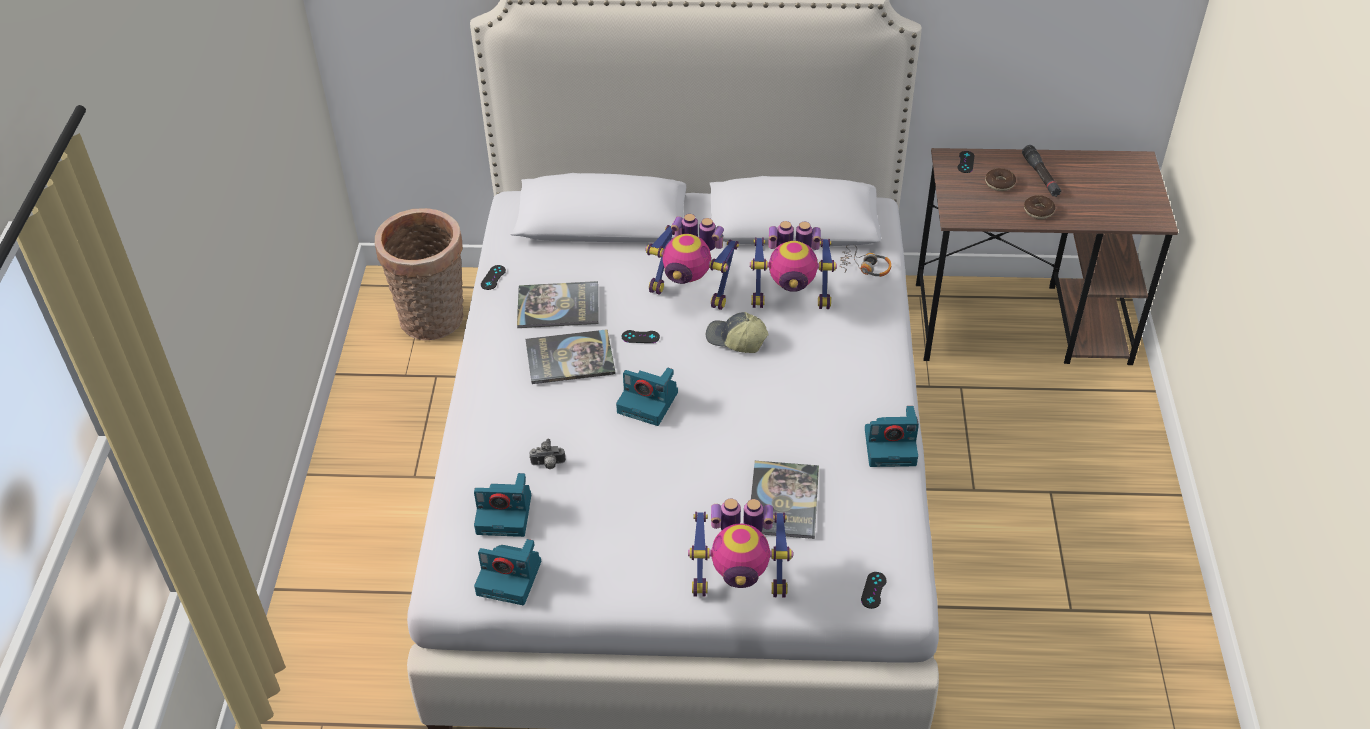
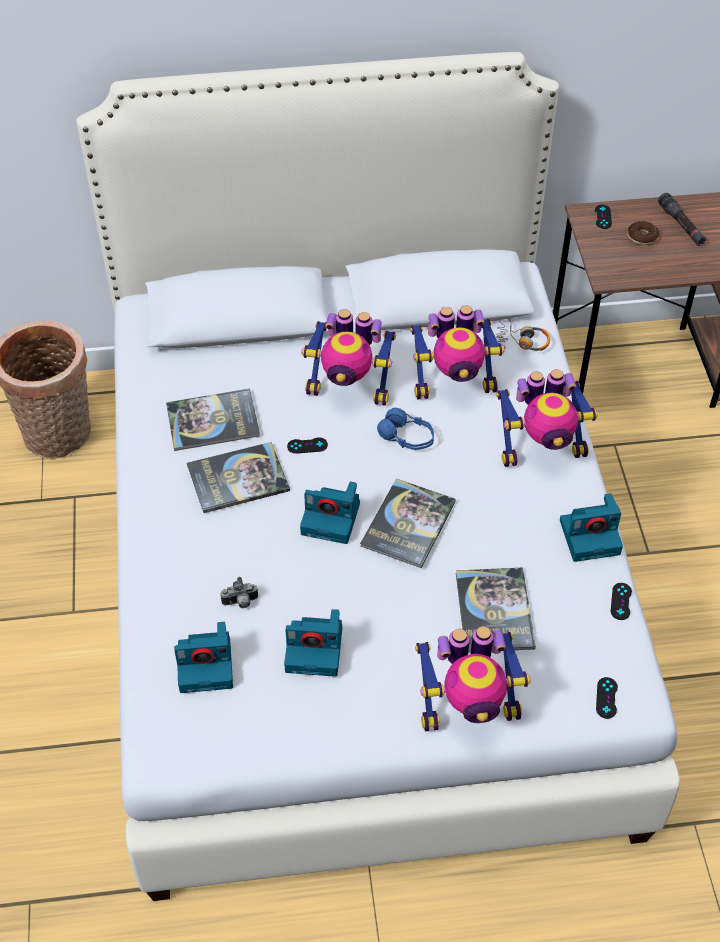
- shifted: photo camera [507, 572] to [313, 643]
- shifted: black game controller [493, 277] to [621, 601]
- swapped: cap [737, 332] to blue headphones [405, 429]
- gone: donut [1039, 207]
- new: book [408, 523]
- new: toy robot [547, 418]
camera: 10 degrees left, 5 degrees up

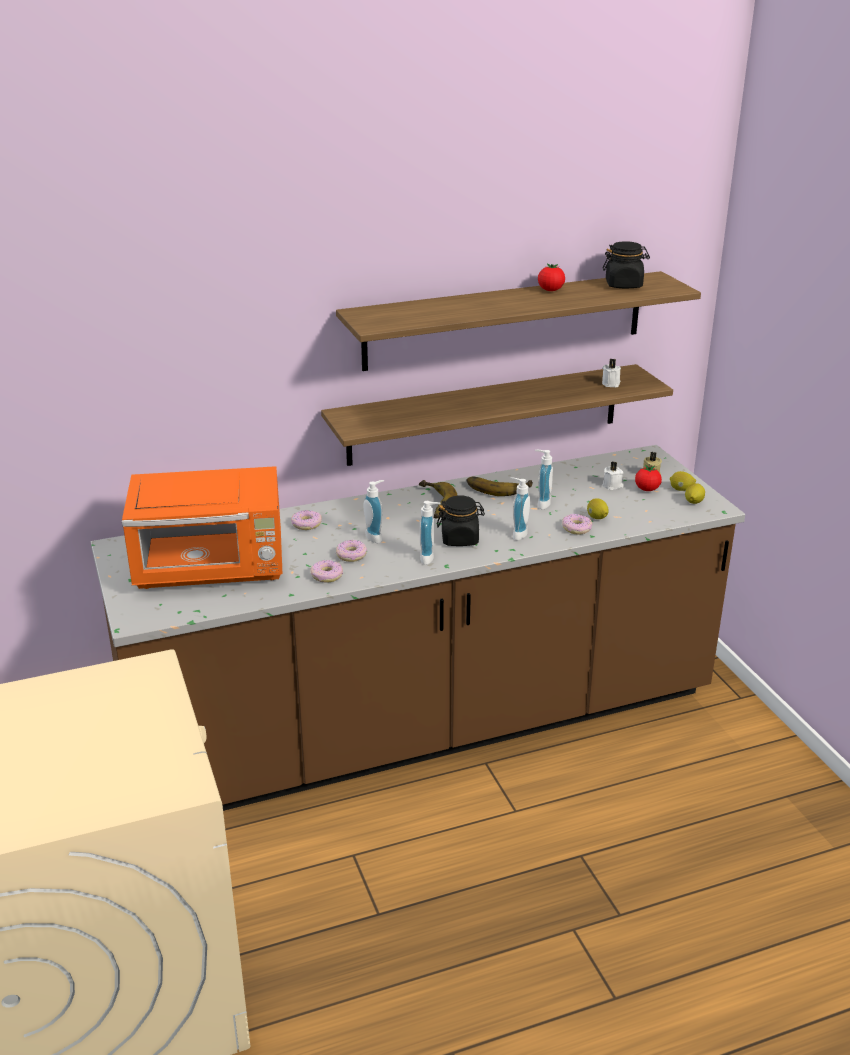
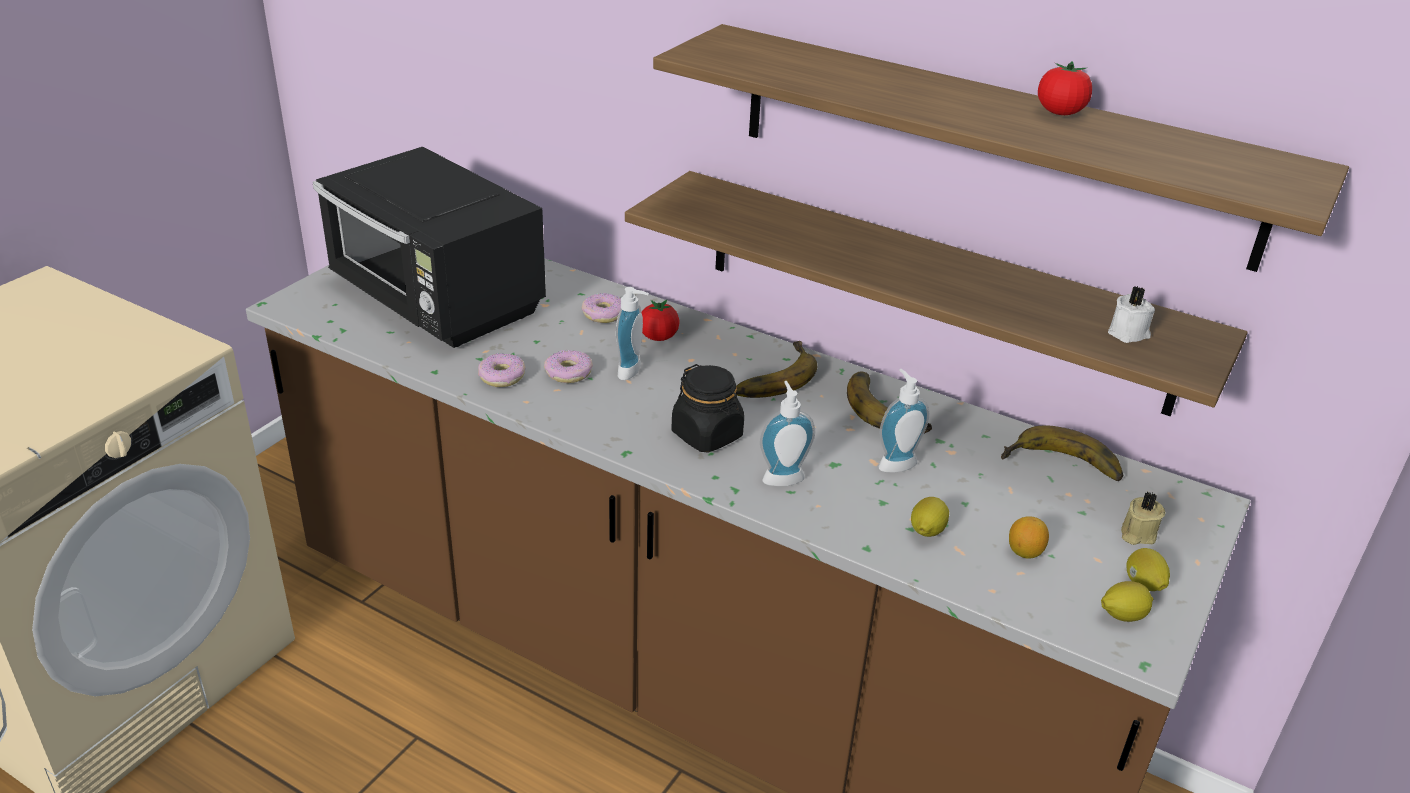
- repainted: orange microwave [202, 527] to black microwave [429, 247]
- gone: soap dispenser [430, 533]
- gone: donut [577, 524]
- gone: white candle [613, 476]
- gone: black jar [626, 265]
- shifted: tomato [648, 477] to [661, 320]
- new: banana [1062, 453]
- new: lemon [1029, 537]
camera: 50 degrees right, 5 degrees up

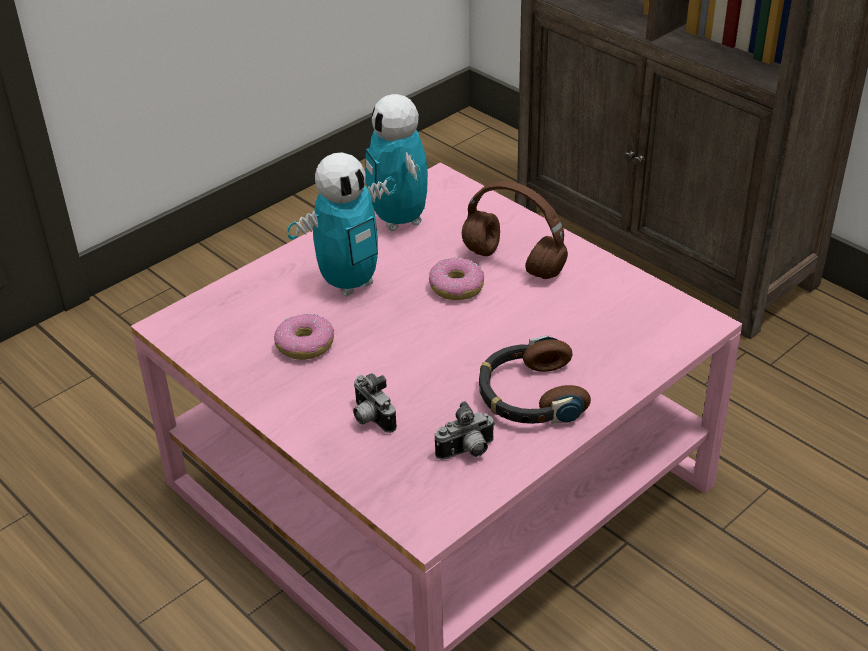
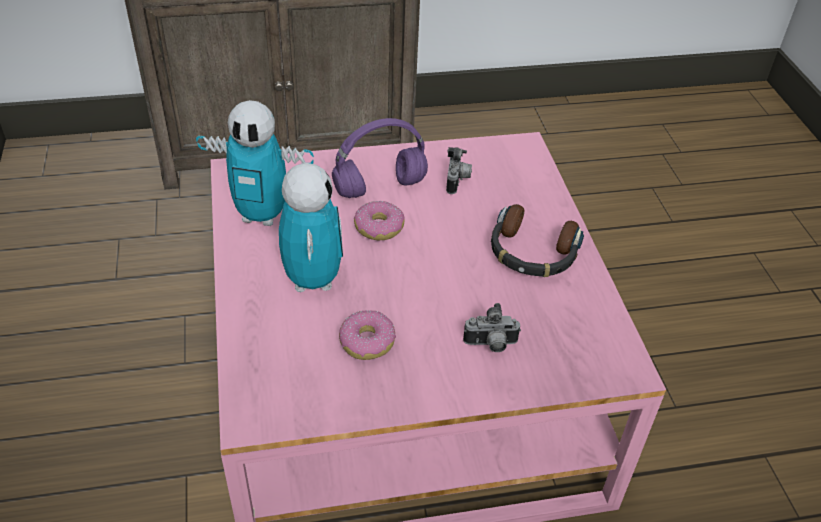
- shifted: photo camera [465, 430] to [459, 170]
- repainted: brown headphones [515, 230] to purple headphones [380, 158]
camera: 60 degrees left, 5 degrees up

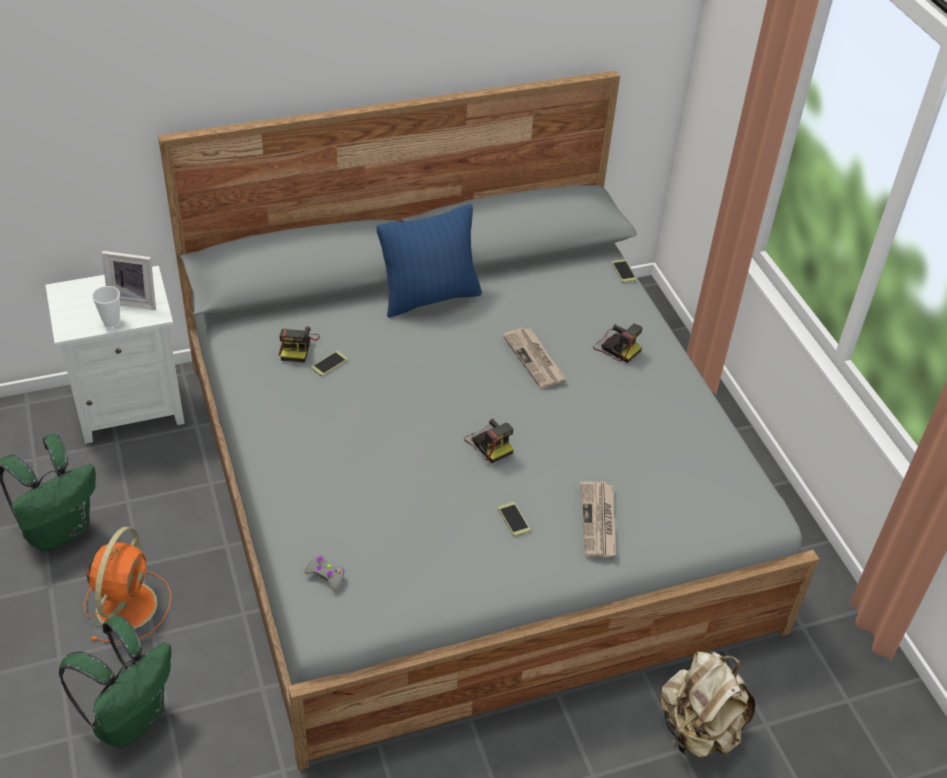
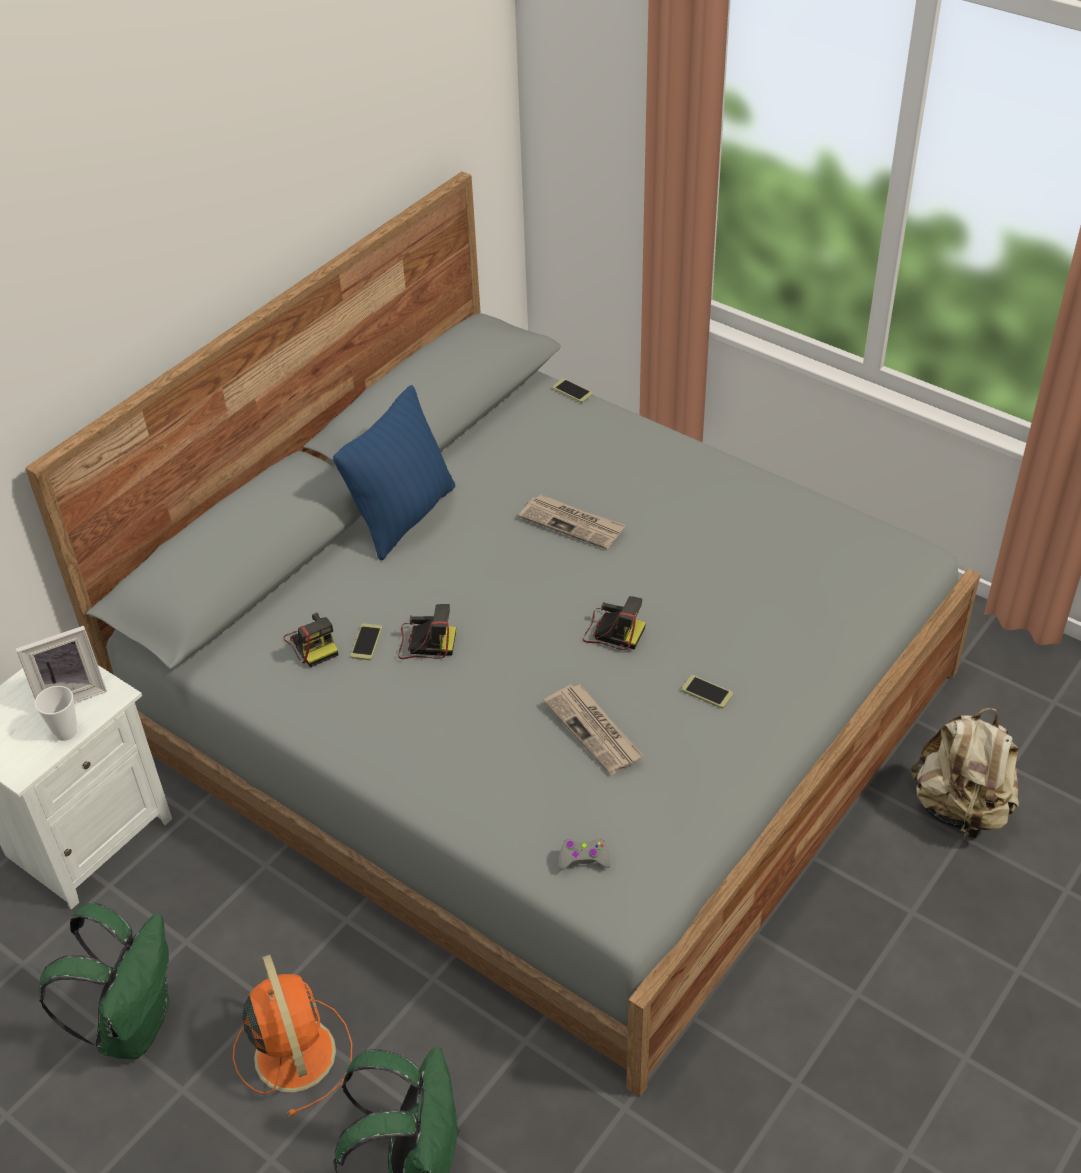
- shifted: newspaper [598, 519] to [593, 729]
- shifted: photo camera [618, 343] to [427, 631]
camera: 30 degrees left, 0 degrees up

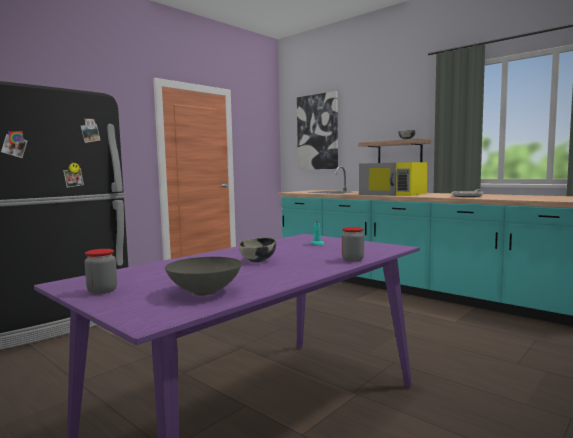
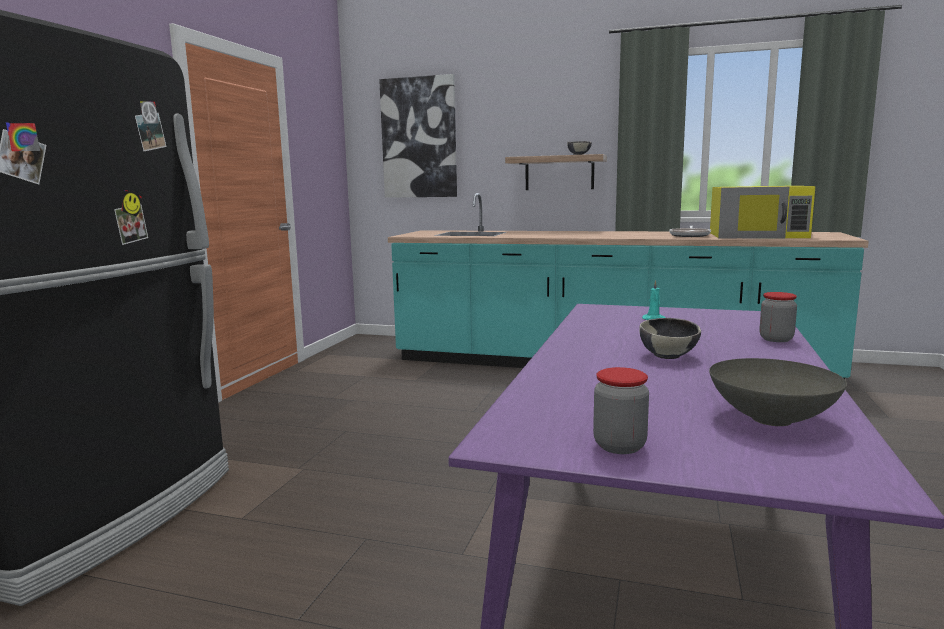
- shifted: yellow microwave [393, 179] to [763, 212]
camera: 25 degrees left, 5 degrees up

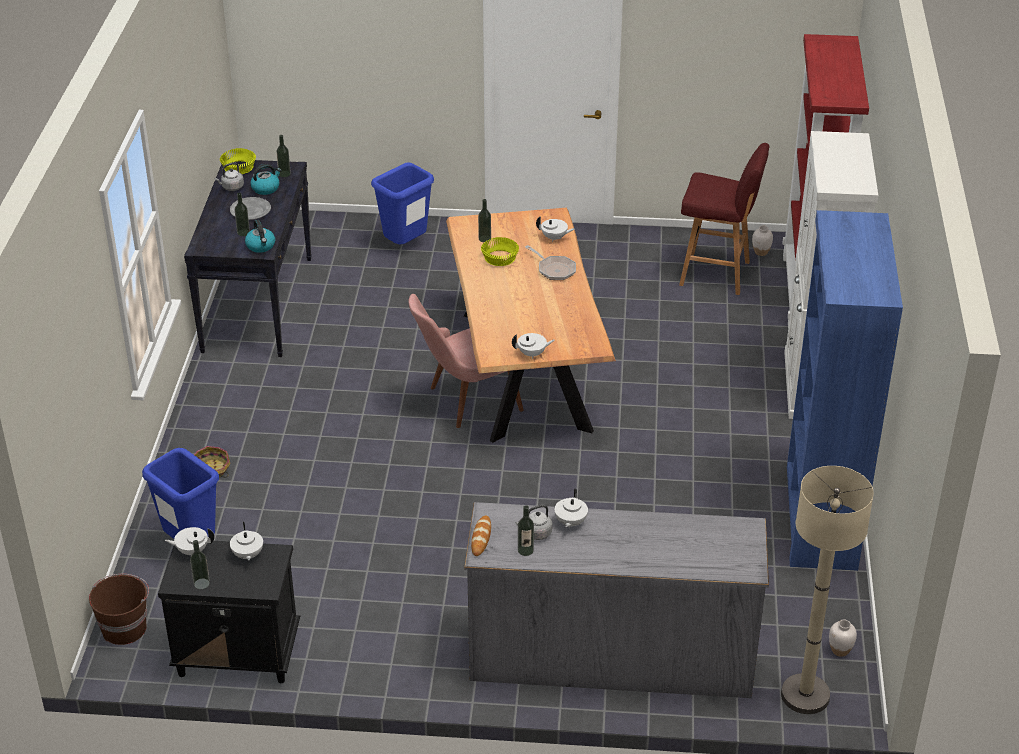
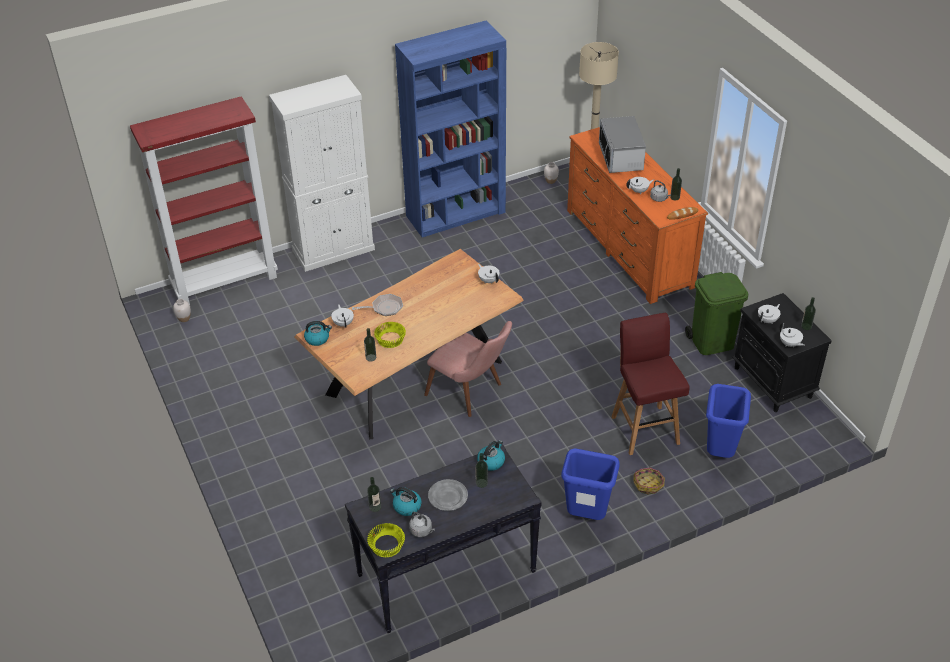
- gone: brown bucket [119, 609]
- shifted: blue trash can [402, 203] to [590, 484]
- repainted: grey dresser [616, 600] to orange dresser [637, 215]
- rotated: frying pan [550, 262] = [377, 305] 60 degrees clockwise
- shifted: red stool [724, 219] to [650, 384]
- new: kettle [318, 333]
- new: microwave [622, 144]
- new: green trash can [716, 313]
camera: 120 degrees left, 5 degrees up

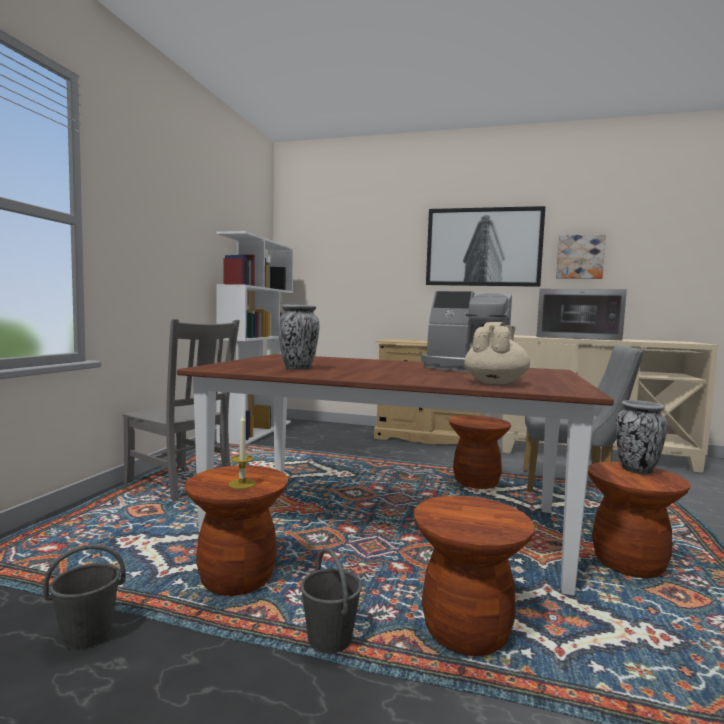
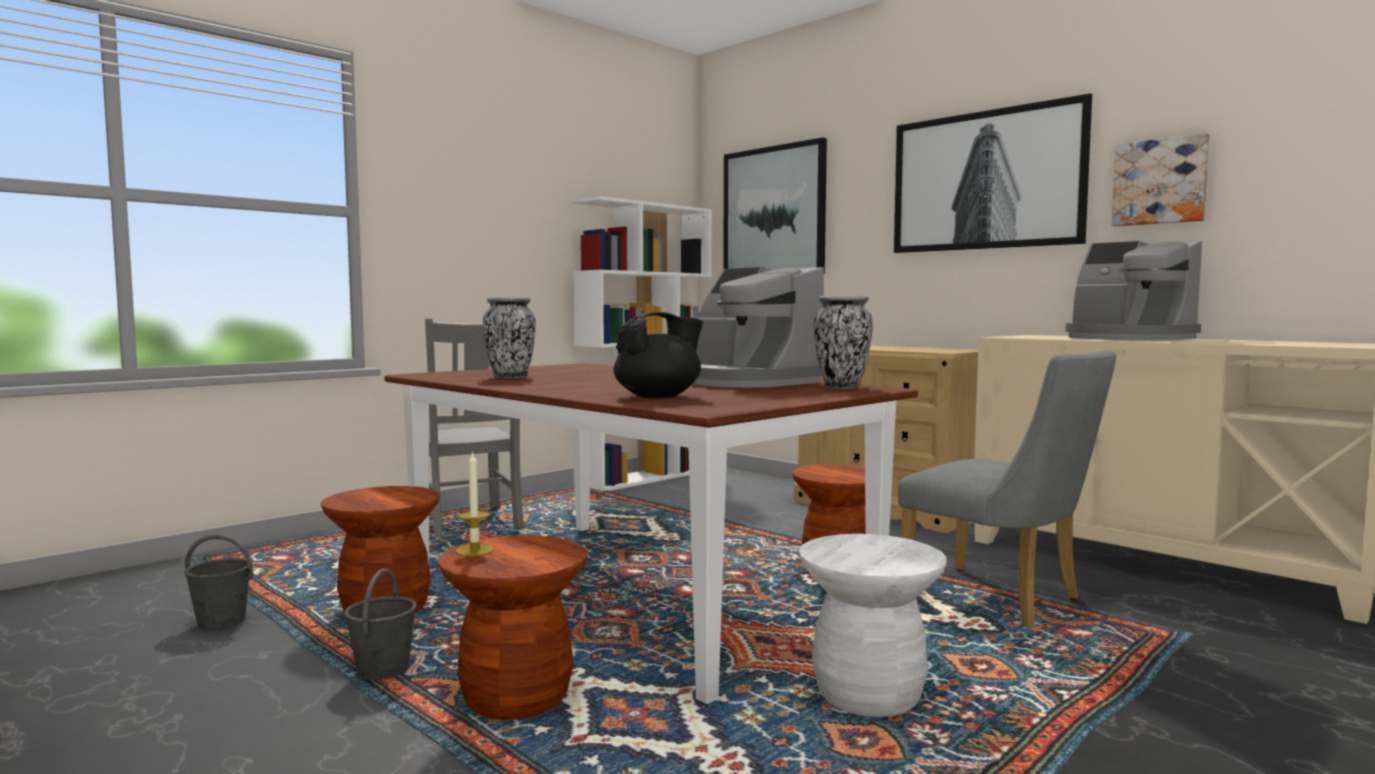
- shifted: candle [242, 451] to [475, 503]
- repainted: beige teapot [497, 353] to black teapot [658, 355]
- swapped: microwave [582, 315] to coffee machine [1133, 290]
- repainted: brown stool [639, 520] to white stool [873, 625]
- shifted: vase [641, 437] to [843, 342]
- new: picture [775, 205]
camera: 30 degrees right, 0 degrees up

